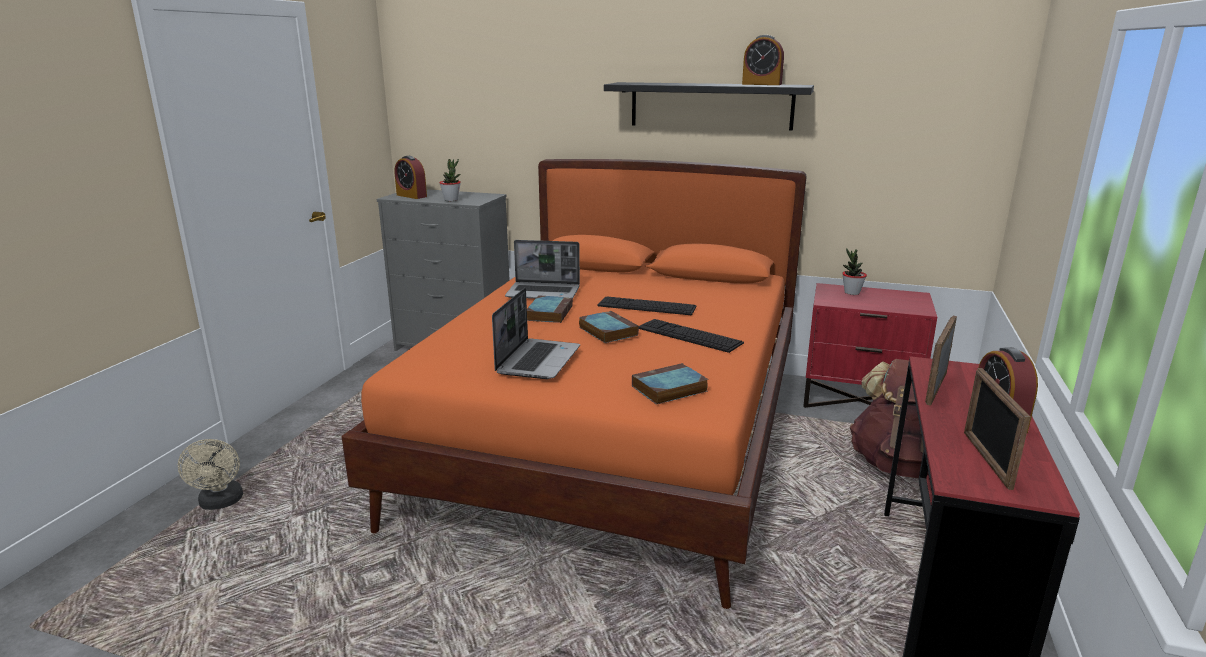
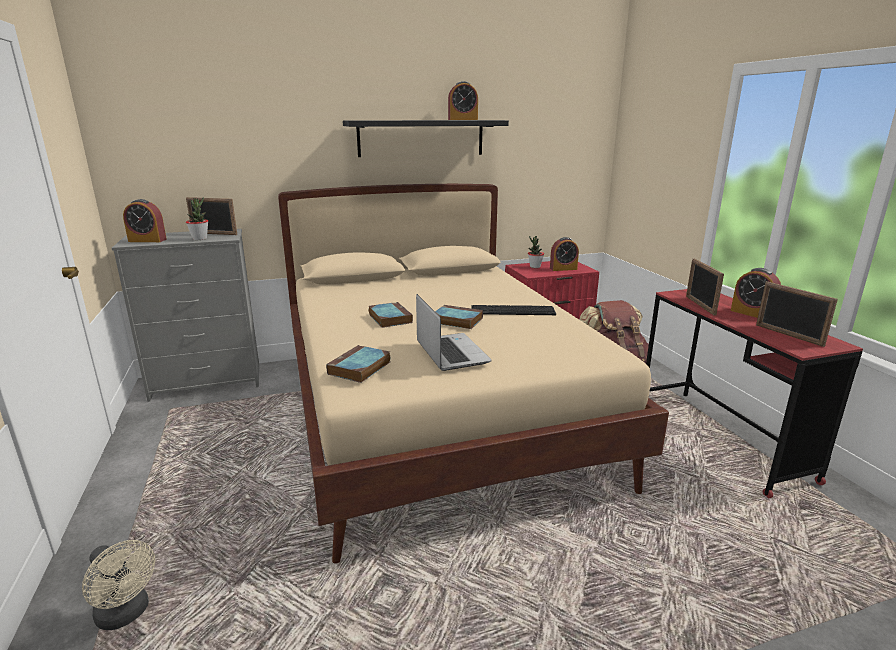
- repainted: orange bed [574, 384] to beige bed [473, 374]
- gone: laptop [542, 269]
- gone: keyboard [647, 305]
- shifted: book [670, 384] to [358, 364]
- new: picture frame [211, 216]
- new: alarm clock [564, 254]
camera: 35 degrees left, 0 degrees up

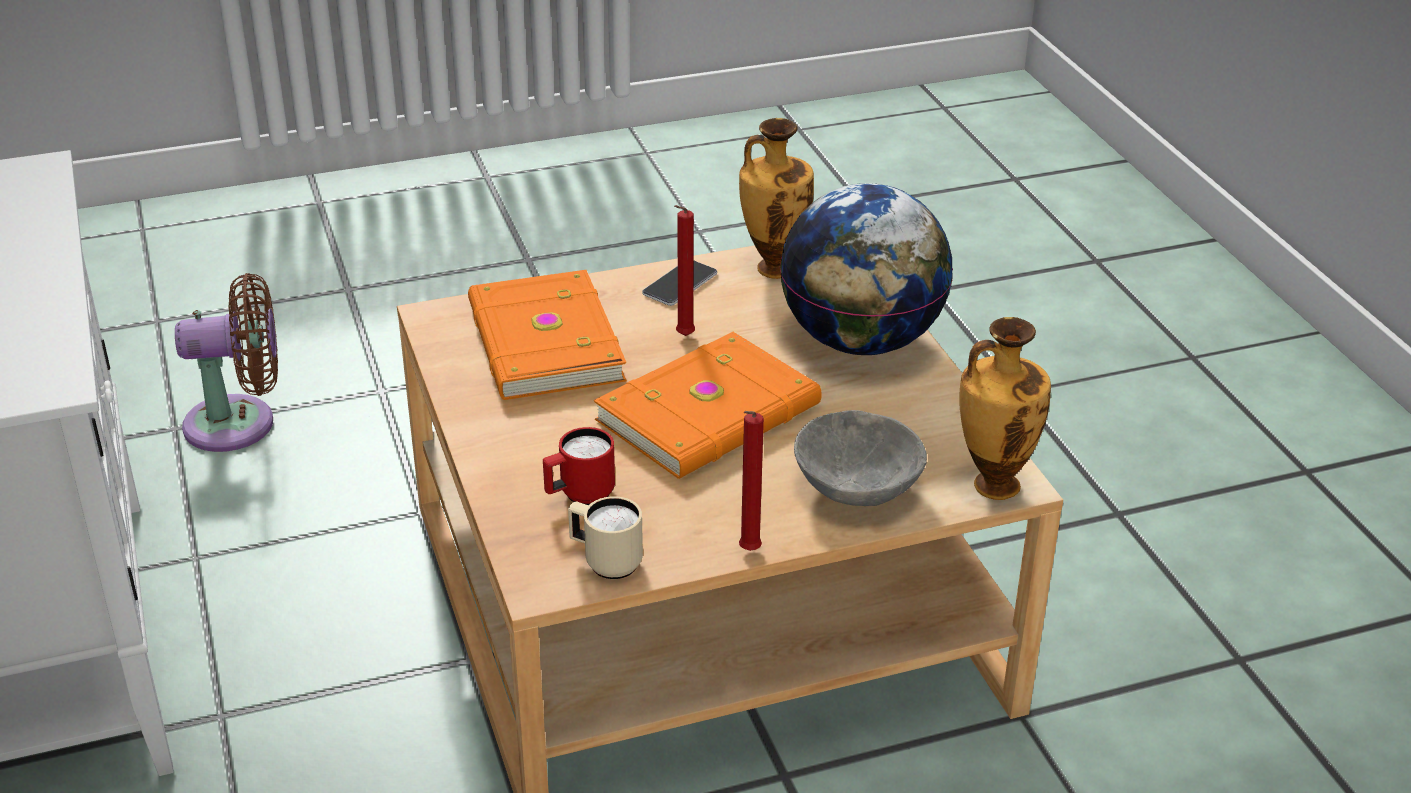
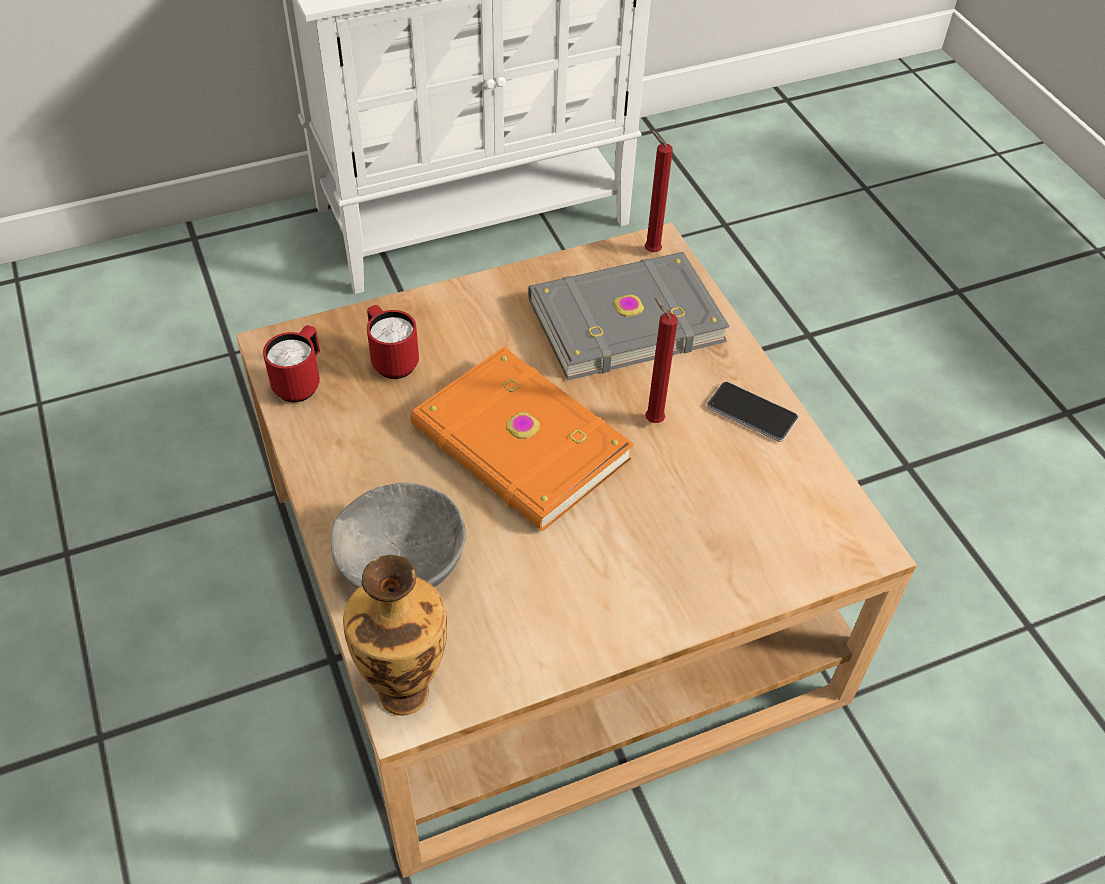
- gone: brown fan [226, 362]
- repainted: orange book [547, 335] to grey book [629, 316]
- repainted: beige mug [605, 537] to red mug [291, 363]
- gone: vase [776, 198]
- shifted: red candle [751, 481] to [659, 191]
- gone: globe [866, 269]
camera: 85 degrees right, 15 degrees up

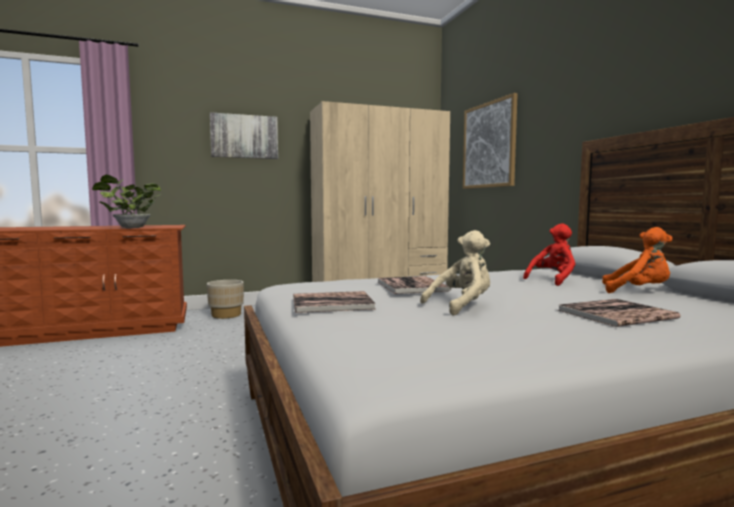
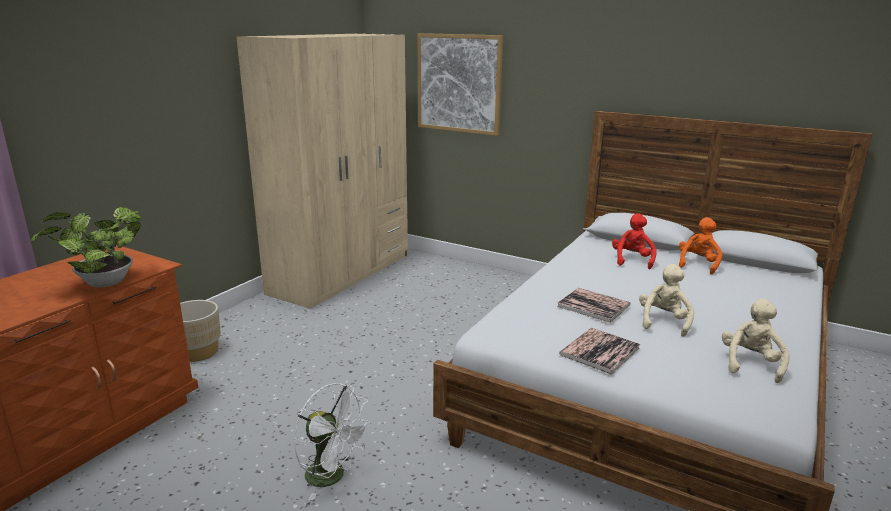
- gone: picture [244, 135]
- gone: book [619, 313]
- rotated: orange plush toy [637, 260] = [700, 246] 45 degrees counterclockwise
- new: white fan [333, 441]
- new: beige plush toy [755, 341]
camera: 40 degrees left, 15 degrees up

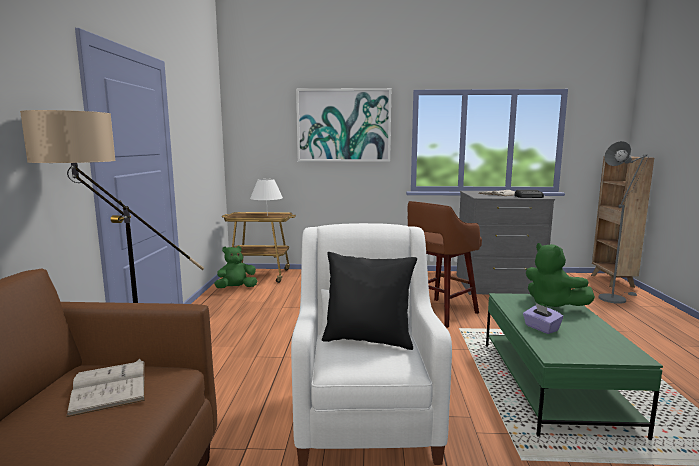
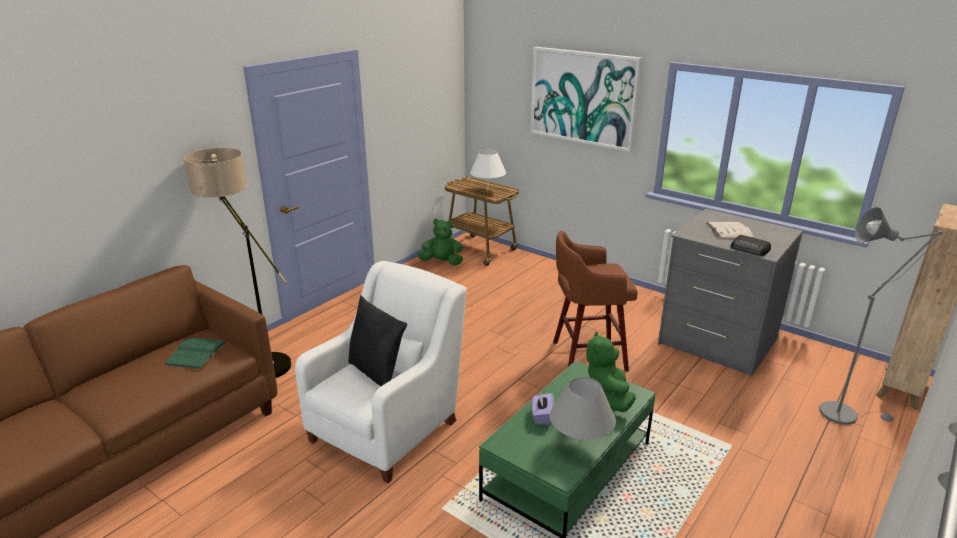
- repainted: white book [105, 388] to green book [195, 353]
- new: grey table lamp [583, 411]
camera: 35 degrees right, 15 degrees up

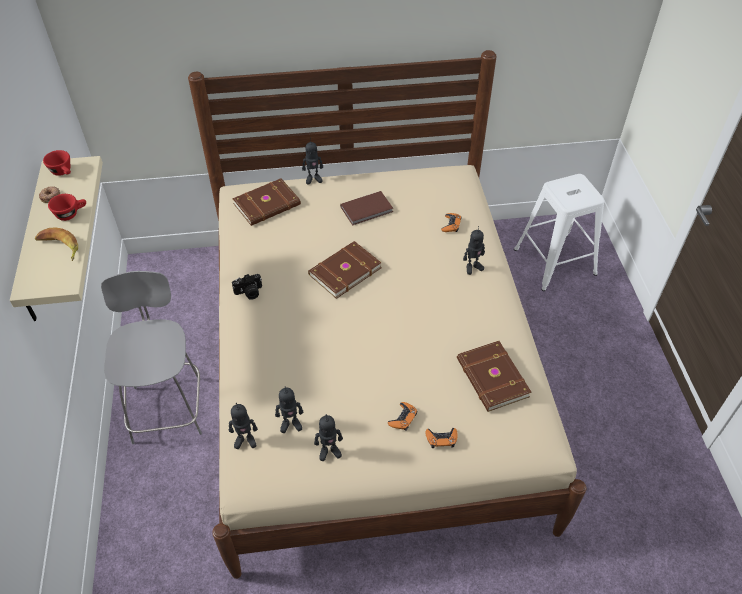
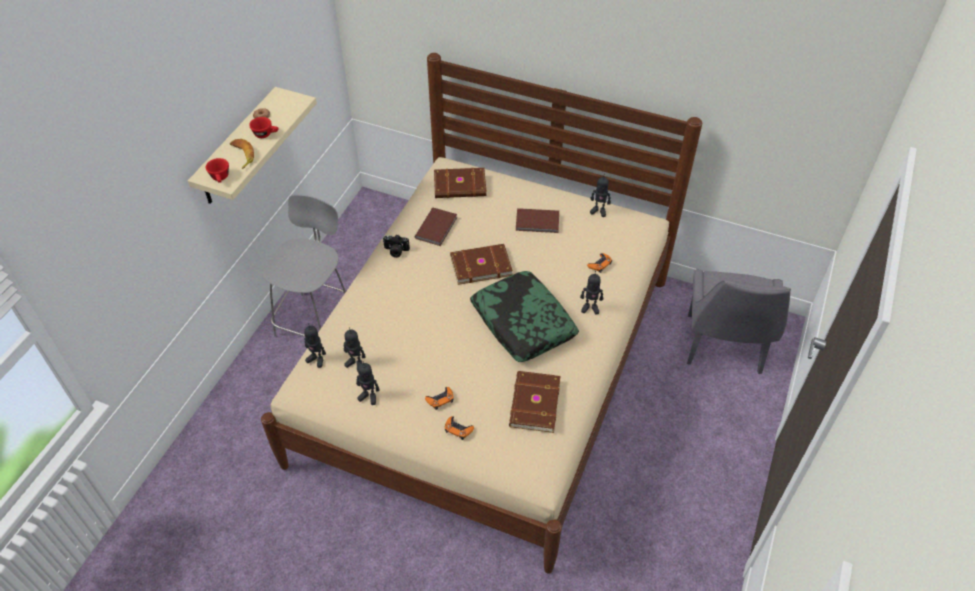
- shifted: red cup [57, 163] to [217, 170]
- shifted: toy robot [312, 161] to [600, 197]
- swapped: white stool [559, 232] to grey chair [739, 321]
- new: brown book [436, 227]
- new: pillow [524, 316]
camera: 30 degrees right, 0 degrees up

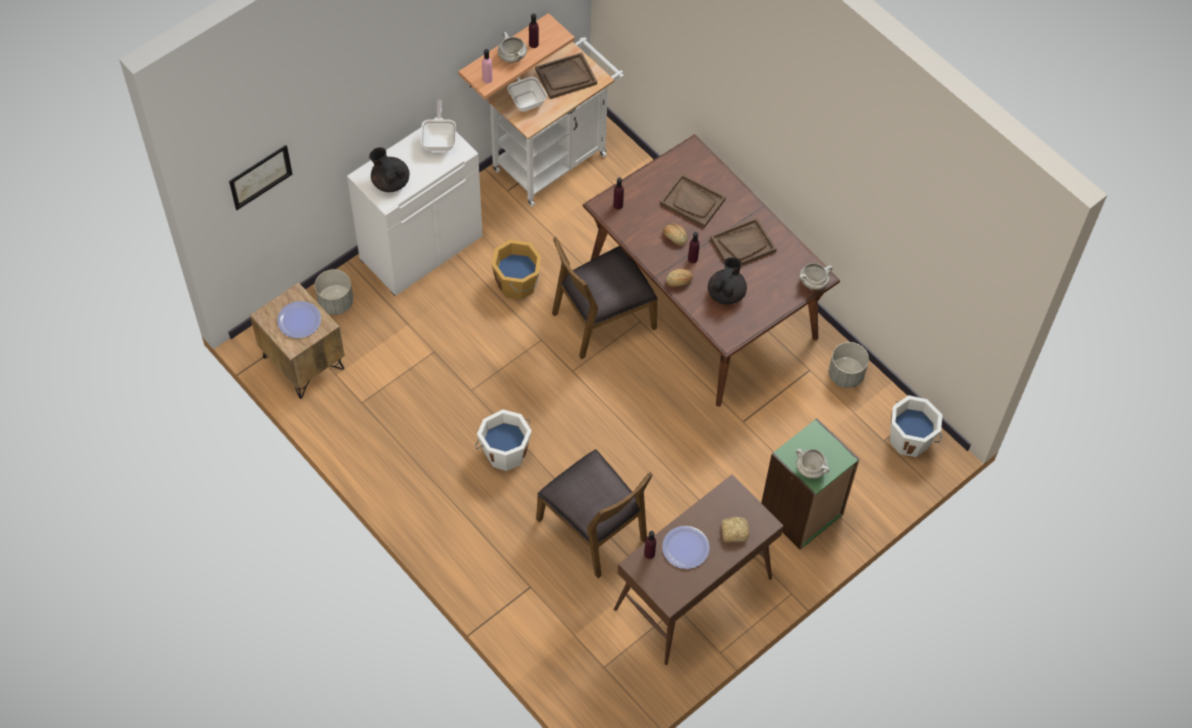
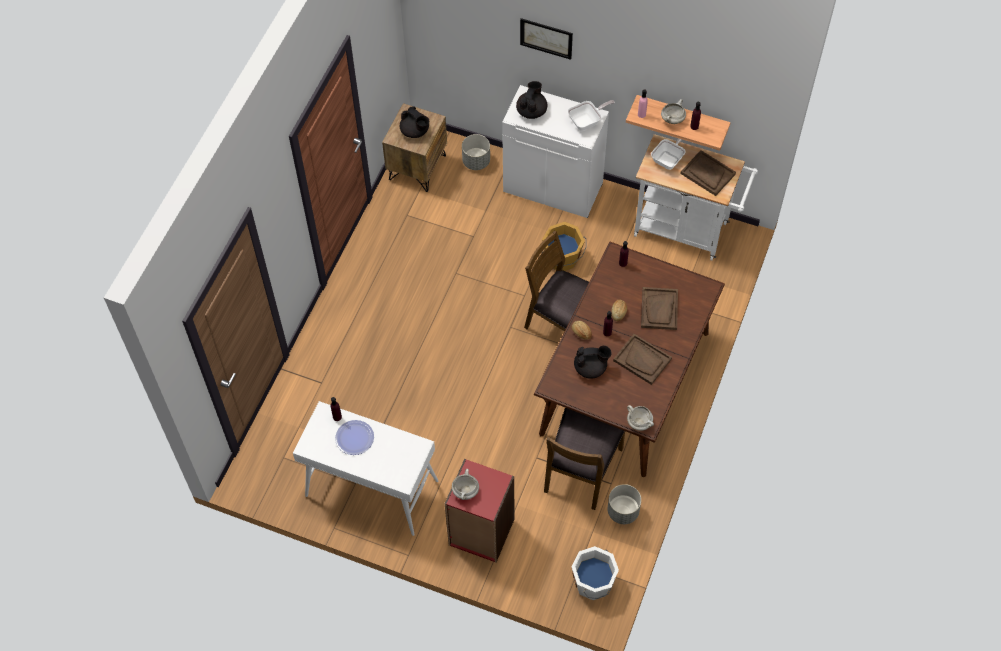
- shifted: picture [261, 177] to [546, 39]
- swapped: plate [299, 319] to black teapot [414, 122]
- gone: white bucket [503, 440]
- shifted: brown chair [594, 513] to [584, 459]
- repainted: brown console table [699, 570] to white console table [366, 468]
- gone: bread [735, 529]
- repainted: green bookcase [810, 484] to red bookcase [479, 510]
camera: 65 degrees right, 0 degrees up

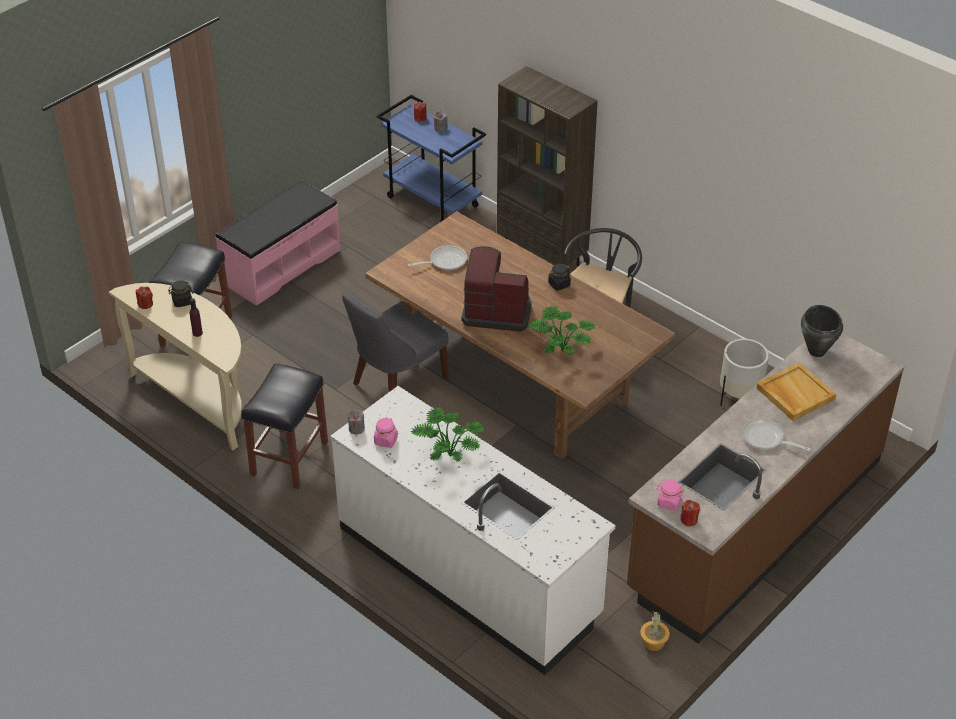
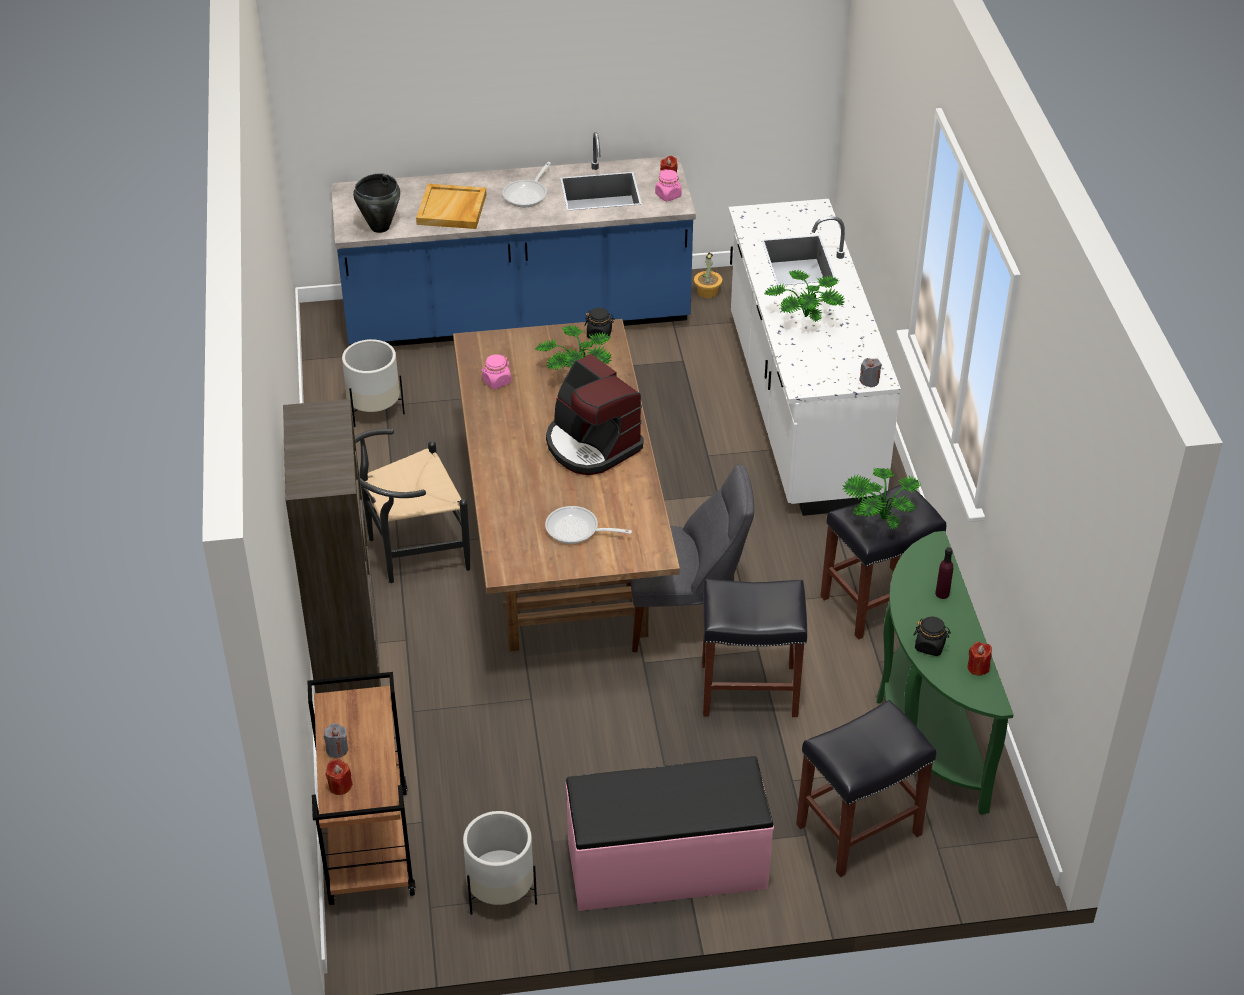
- repainted: beige console table [175, 366] to green console table [945, 672]
- shifted: pink jar [386, 432] to [496, 371]
- repainted: blue cart [431, 158] to brown cart [361, 788]
- shifted: black jar [559, 277] to [600, 323]
- repainted: brown counter [766, 488] to blue counter [513, 239]
- rotated: frying pan [776, 434] = [527, 184] 45 degrees clockwise
- new: white planter [500, 863]
- new: black stool [754, 648]
- new: potted plant [881, 498]
camera: 140 degrees left, 0 degrees up

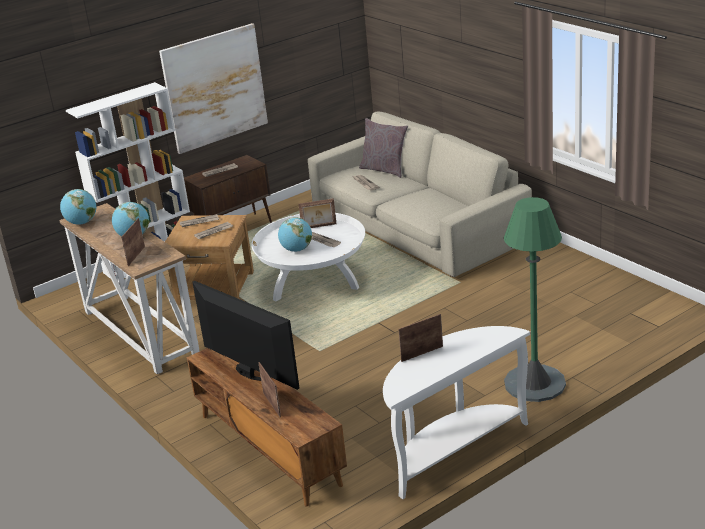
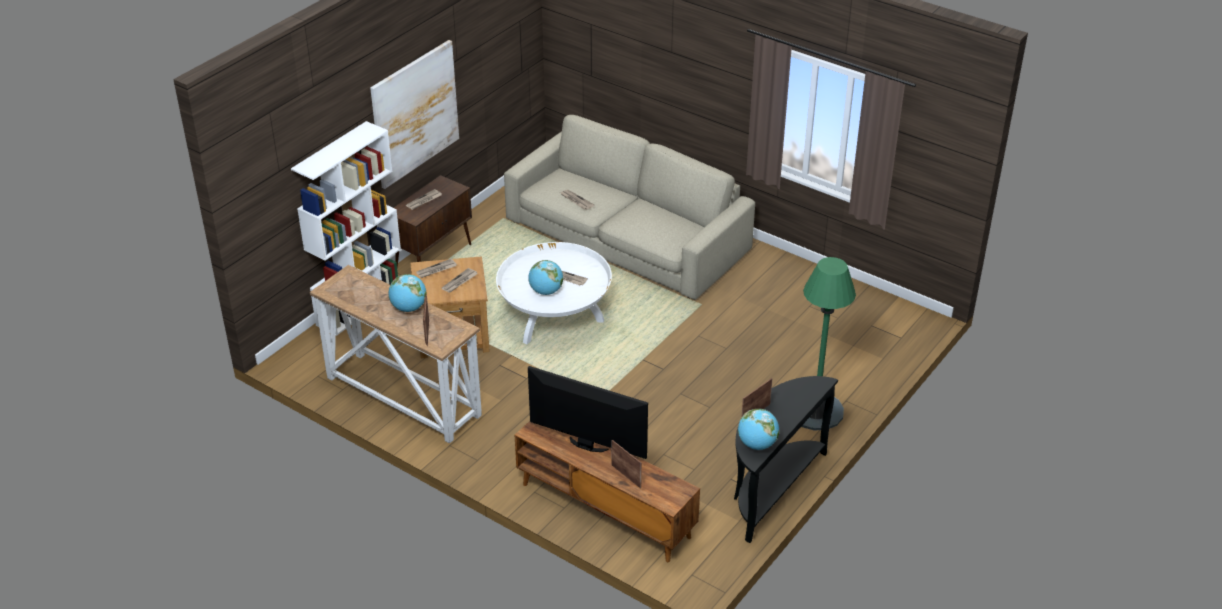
- shifted: globe [78, 207] to [758, 429]
- gone: picture frame [317, 213]
- gone: grey pillow [383, 148]
- repainted: white console table [456, 412] to black console table [786, 459]
camera: 20 degrees left, 10 degrees up

